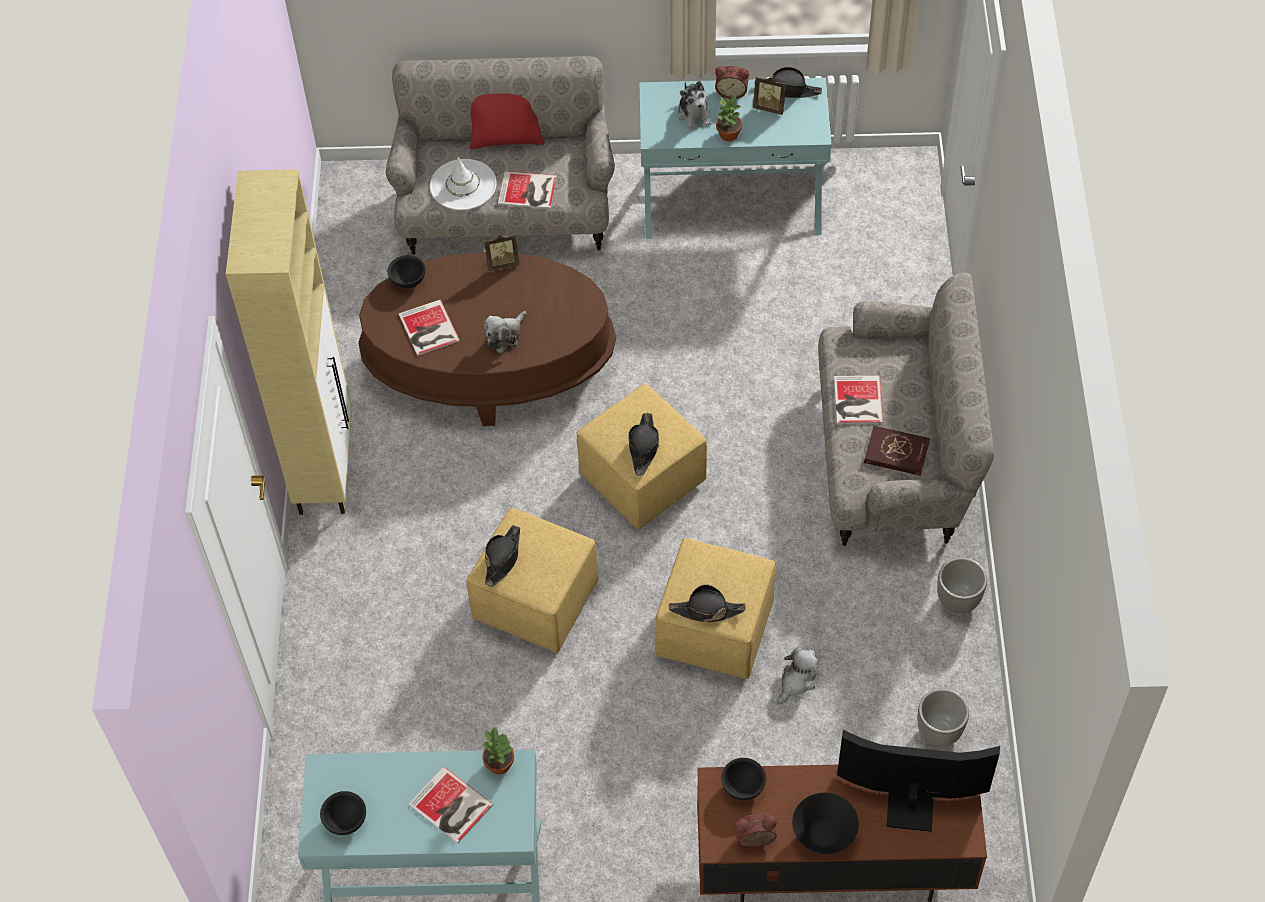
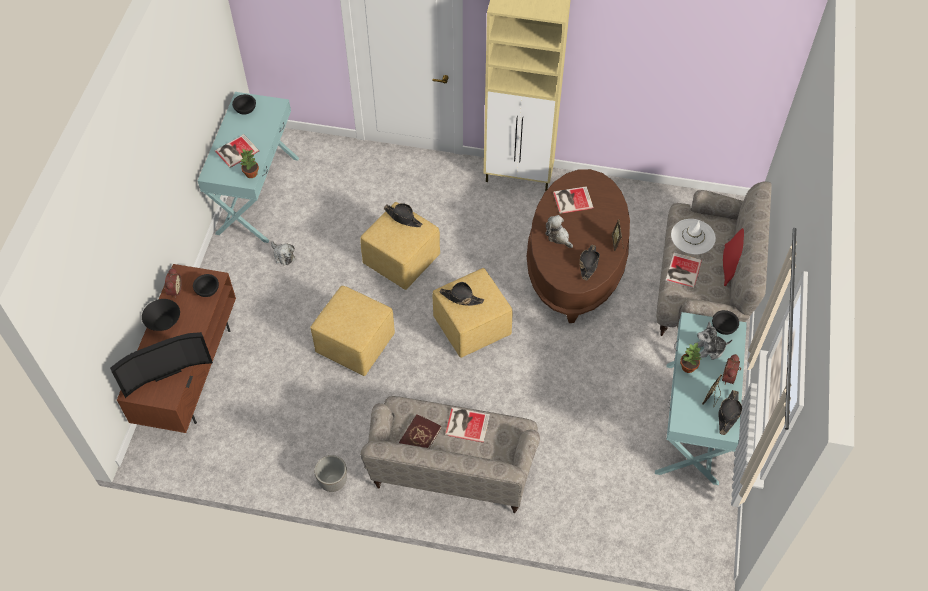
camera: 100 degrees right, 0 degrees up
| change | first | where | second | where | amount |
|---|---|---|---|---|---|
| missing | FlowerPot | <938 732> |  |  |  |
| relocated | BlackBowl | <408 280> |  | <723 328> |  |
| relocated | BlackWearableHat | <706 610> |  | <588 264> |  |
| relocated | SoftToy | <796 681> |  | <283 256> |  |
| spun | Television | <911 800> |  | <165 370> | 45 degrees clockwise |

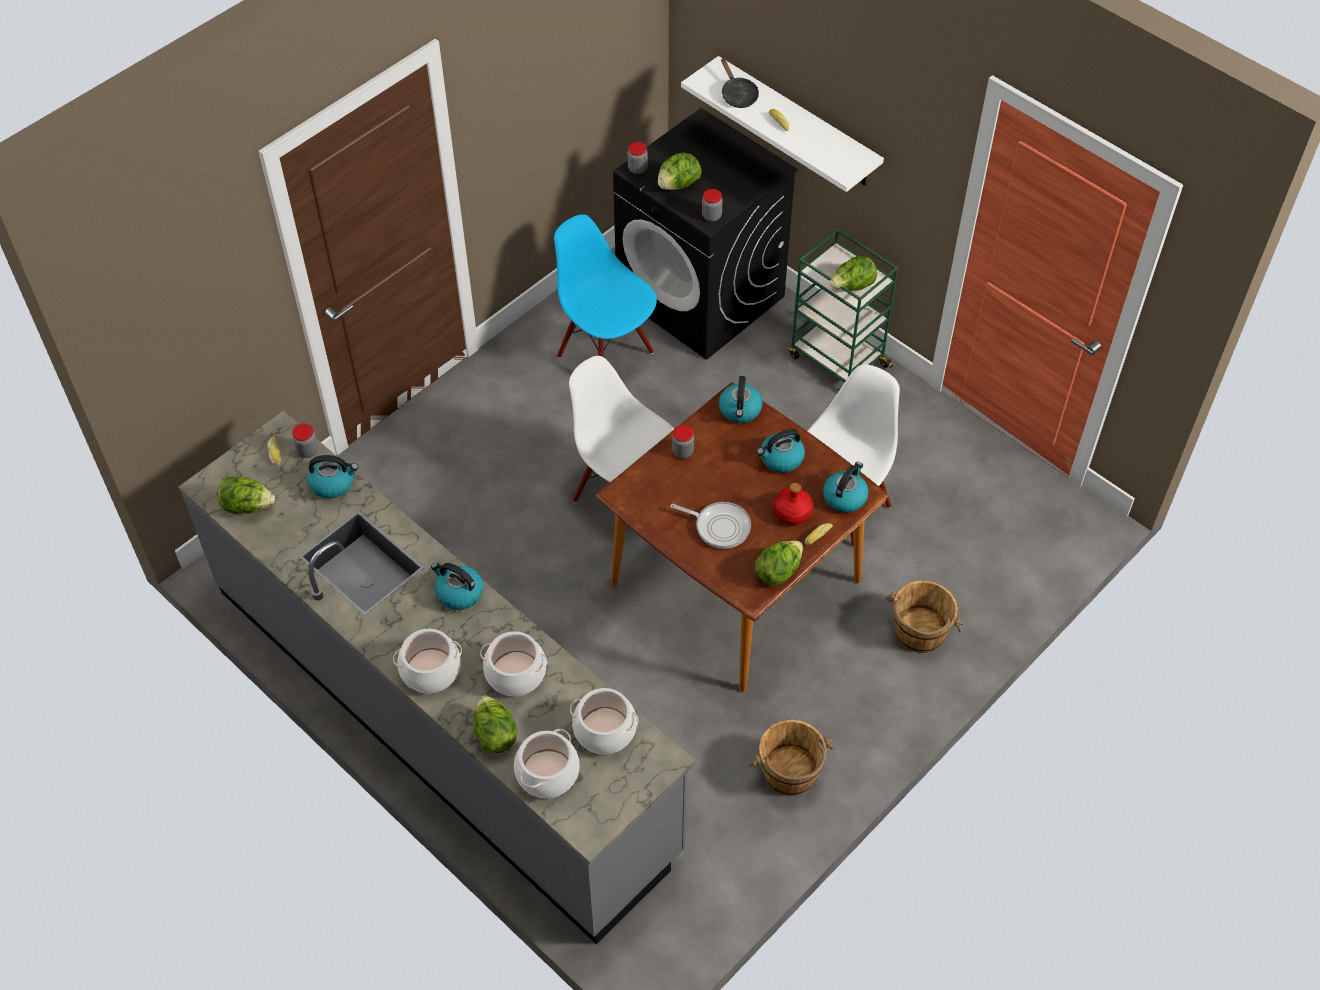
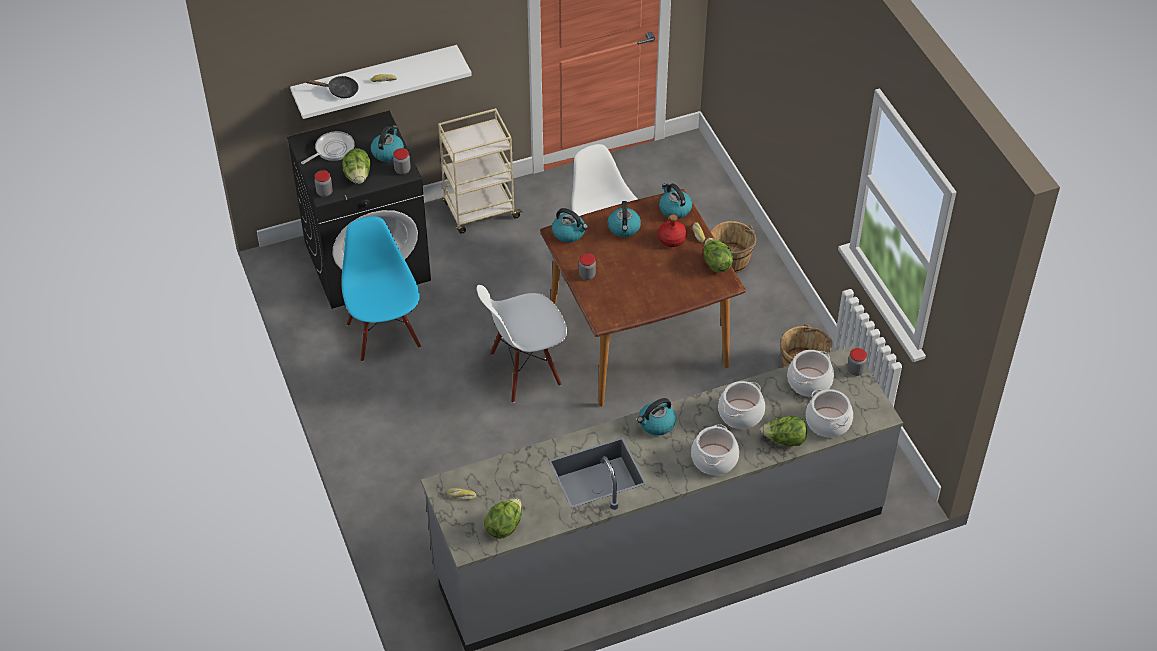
camera: 65 degrees left, 5 degrees down
| change | first | where | second | where | amount |
|---|---|---|---|---|---|
| missing | HeadOfLettuce | <852 286> |  |  |  |
| relocated | StorageJar | <308 451> |  | <855 370> |  |
| relocated | Kettle | <333 483> |  | <388 152> |  |
| relocated | Skillet | <719 526> |  | <332 150> |  |
| colour | GreenCart | <837 360> | BeigeColouredCart | <480 211> |  |
| spun | BlueUprightChair | <606 353> |  | <384 335> | 90 degrees clockwise |

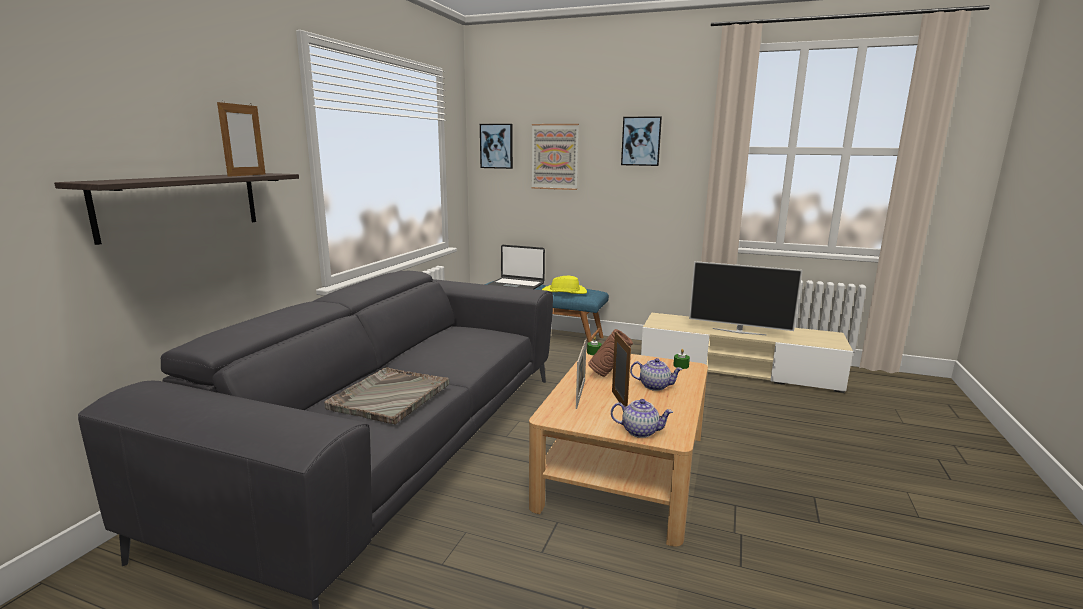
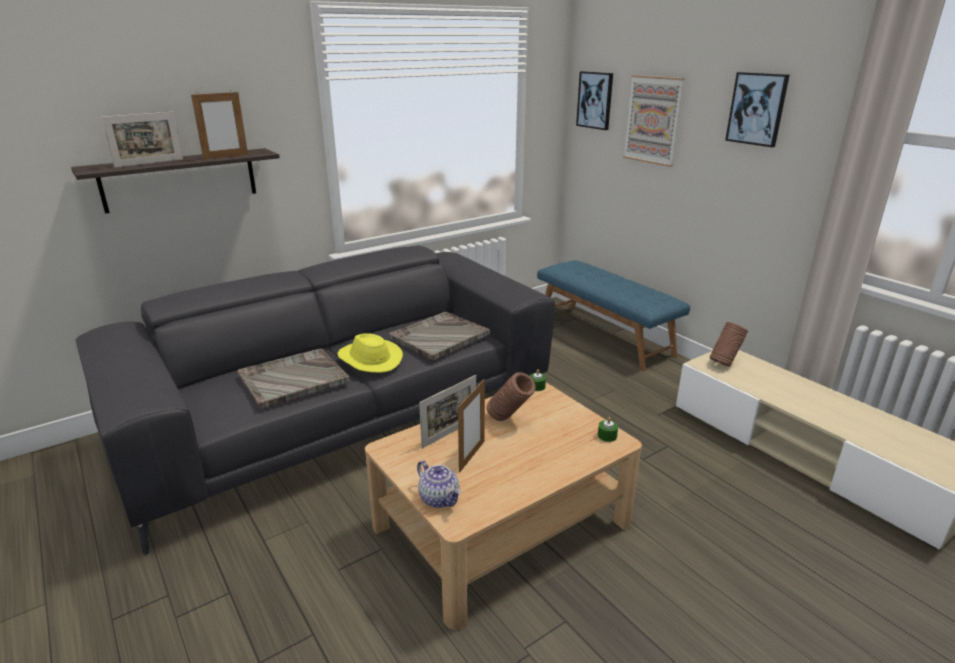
camera: 35 degrees right, 10 degrees up
| change | first | where | second | where | amount |
|---|---|---|---|---|---|
| missing | PortableComputer | <516 285> |  |  |  |
| missing | Teapot | <655 386> |  |  |  |
| missing | Television | <739 331> |  |  |  |
| appeared |  |  | PictureFrame | <149 163> |  |
| appeared |  |  | GreyCarryingTray | <439 337> |  |
| appeared |  |  | BrownColouredVase | <724 363> |  |
| relocated | YellowColouredWearableHat | <564 292> |  | <369 359> |  |

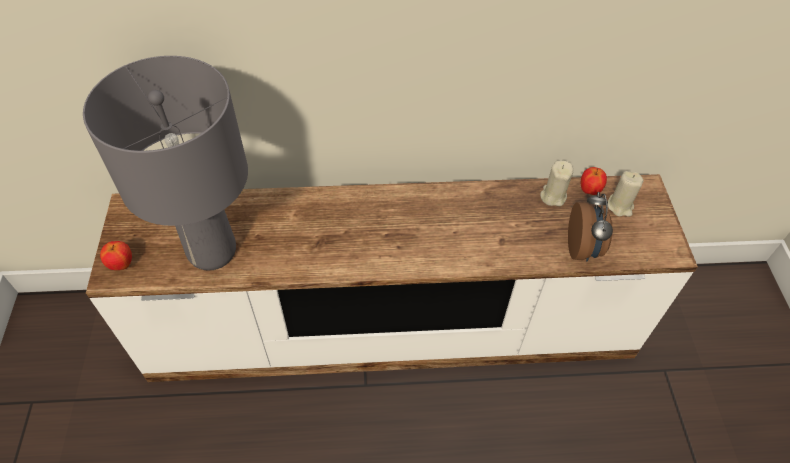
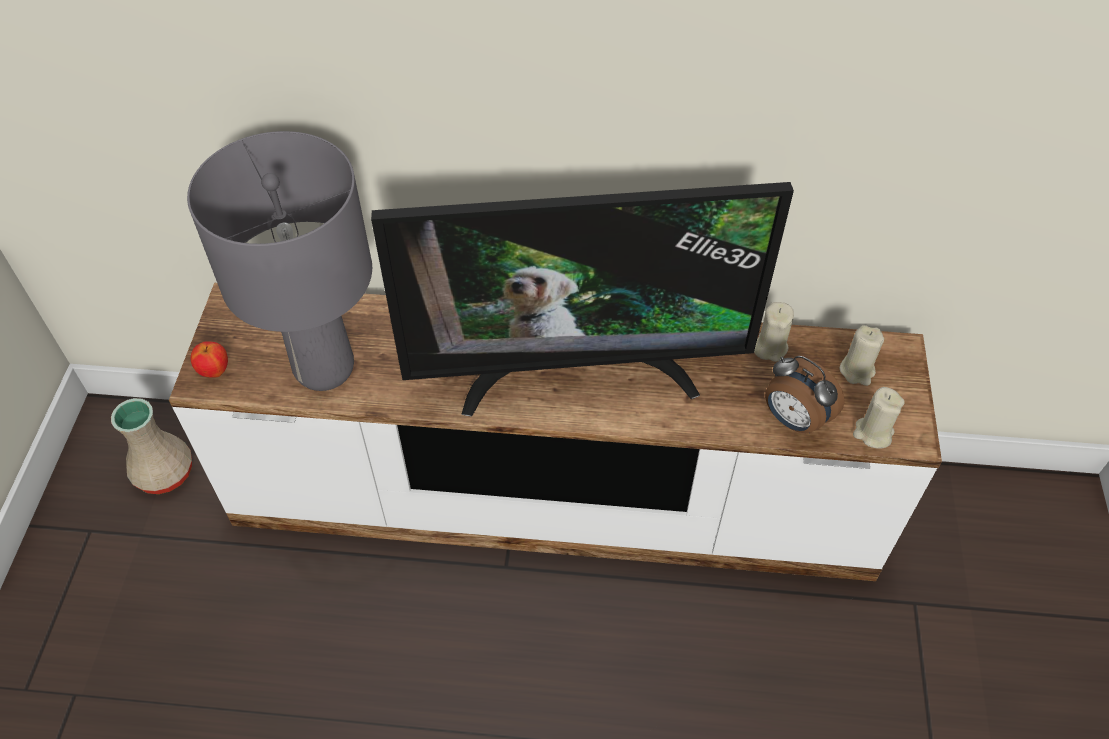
camera: 10 degrees right, 0 degrees up
| change | first | where | second | where | amount |
|---|---|---|---|---|---|
| missing | WholeApple | <589 190> |  |  |  |
| appeared |  |  | BeigeColouredVase | <163 474> |  |
| appeared |  |  | Television | <577 371> |  |
| appeared |  |  | BeigeColouredWaxLight | <873 433> |  |
| spun | TableClock | <583 248> |  | <793 420> | 120 degrees clockwise |

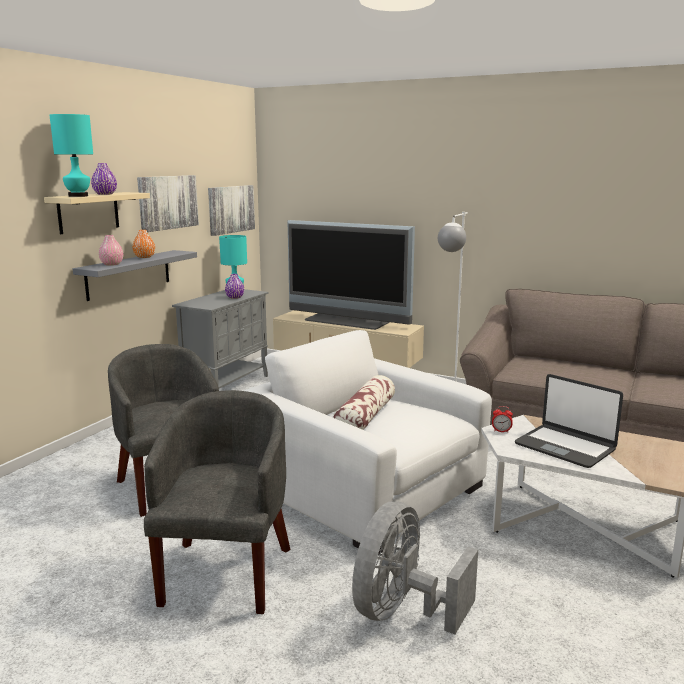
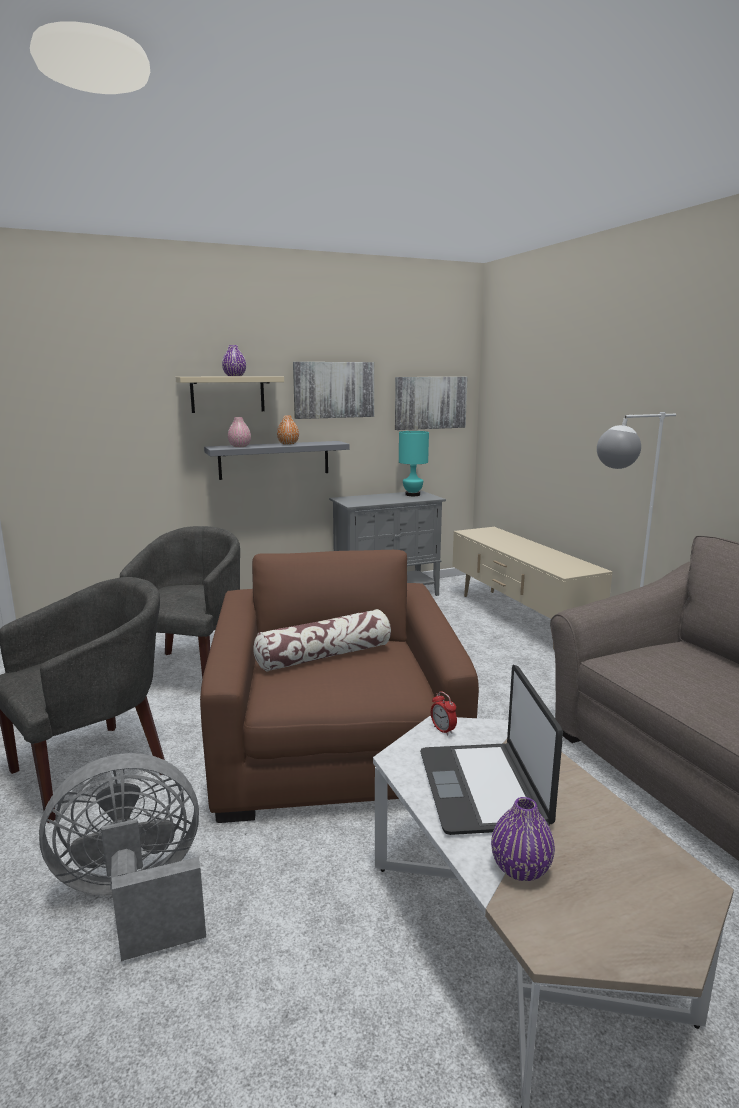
camera: 40 degrees right, 0 degrees up
| change | first | where | second | where | amount |
|---|---|---|---|---|---|
| missing | TurquoiseColouredTabletopLamp | <77 196> |  |  |  |
| missing | Television | <347 321> |  |  |  |
| relocated | PurplishVase | <235 297> |  | <520 868> |  |
| colour | WhiteArmchair | <365 486> | BrownColouredArmchair | <336 743> |  |

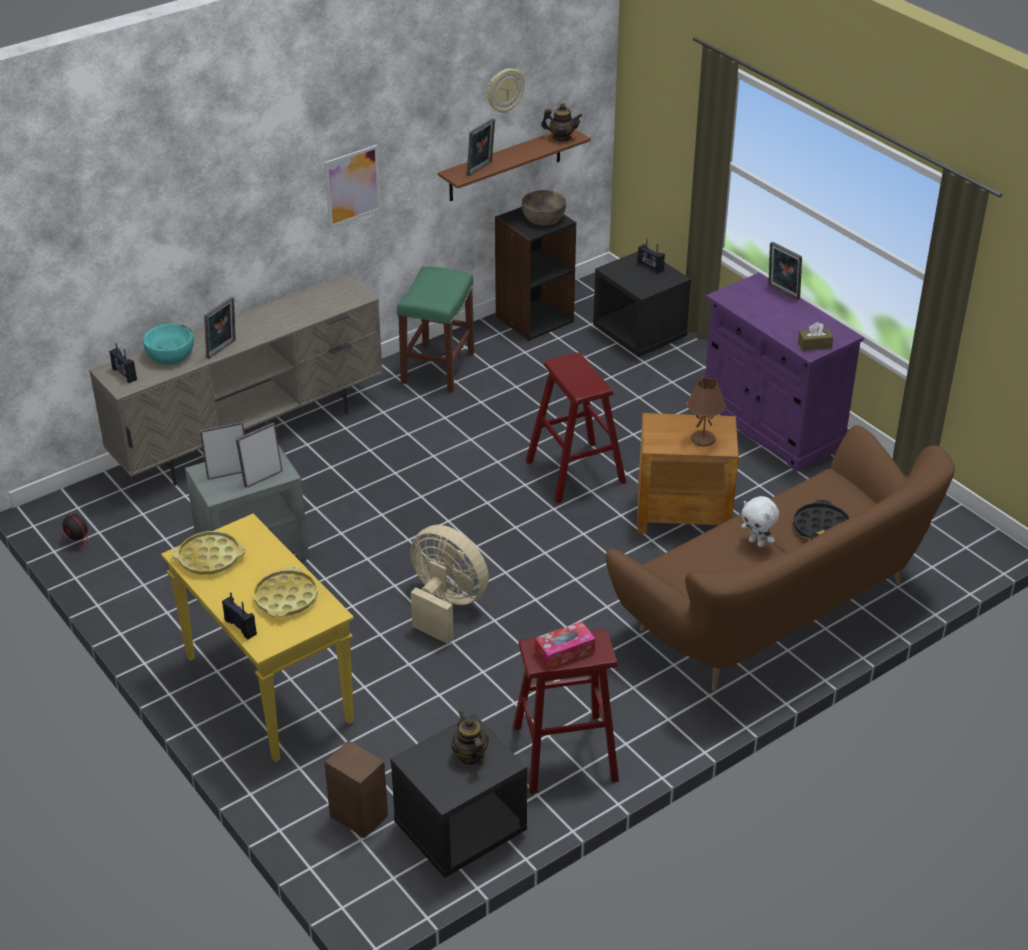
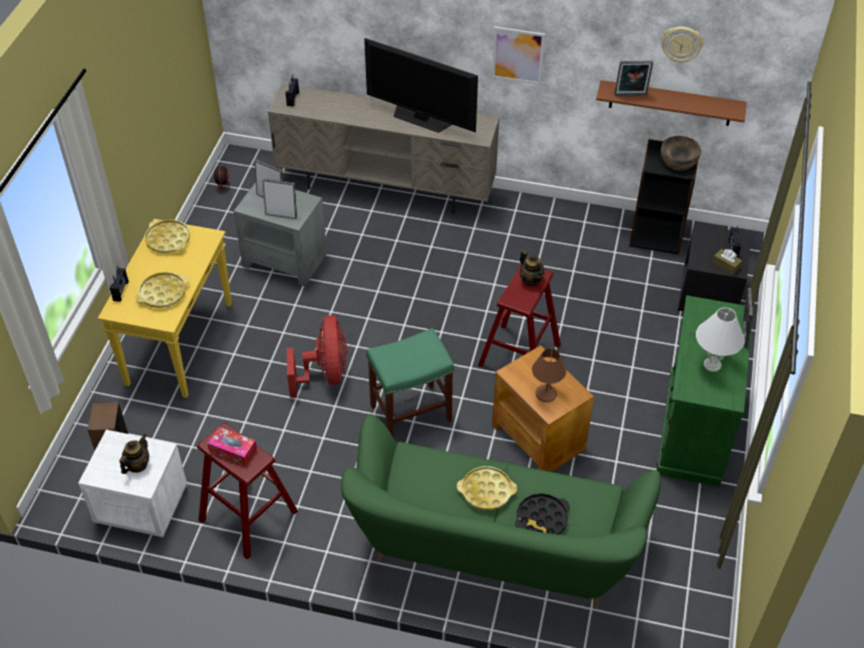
camera: 50 degrees right, 10 degrees up
| change | first | where | second | where | amount |
|---|---|---|---|---|---|
| missing | TurquoiseColouredBowl | <170 354> |  |  |  |
| missing | PictureFrame | <223 350> |  |  |  |
| appeared |  |  | Television | <421 118> |  |
| appeared |  |  | WhiteTabletopLamp | <712 365> |  |
| relocated | GreenStoolSeat | <437 367> |  | <411 412> |  |
| relocated | Teapot | <561 138> |  | <531 279> |  |
| relocated | BrownColouredTissueBox | <814 345> |  | <726 265> |  |
| exchanged | WhiteSoftToy | <757 543> | YellowColouredCarryingTray | <486 491> |  |
| colour | BlackNightTable | <460 830> | WhiteNightTable | <141 505> |  |
| colour | BeigeColouredCoolingFan | <446 605> | RedCoolingFan | <325 374> |  |
| colour | BrownColouredSofa | <778 609> | GreenSofa | <493 549> |  |
| colour | PurplishStorageCabinet | <771 424> | GreenStorageCabinet | <693 428> |  |

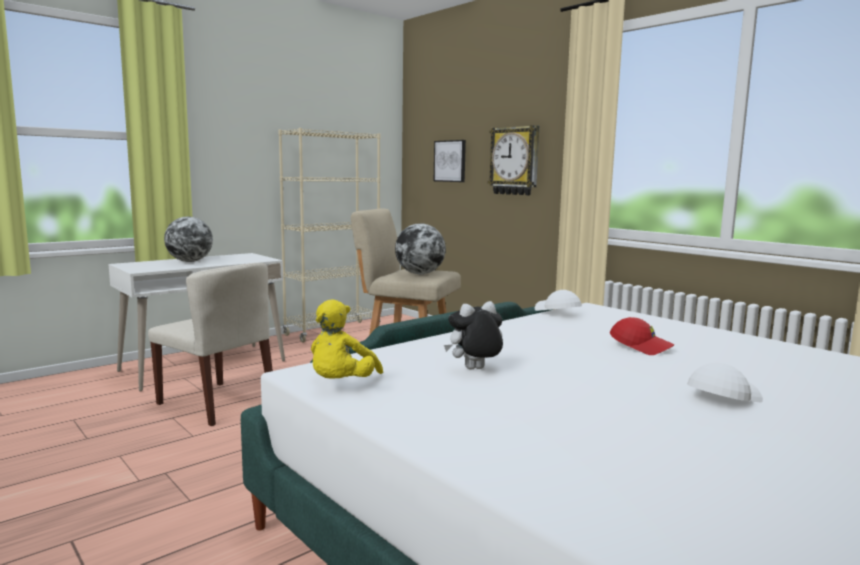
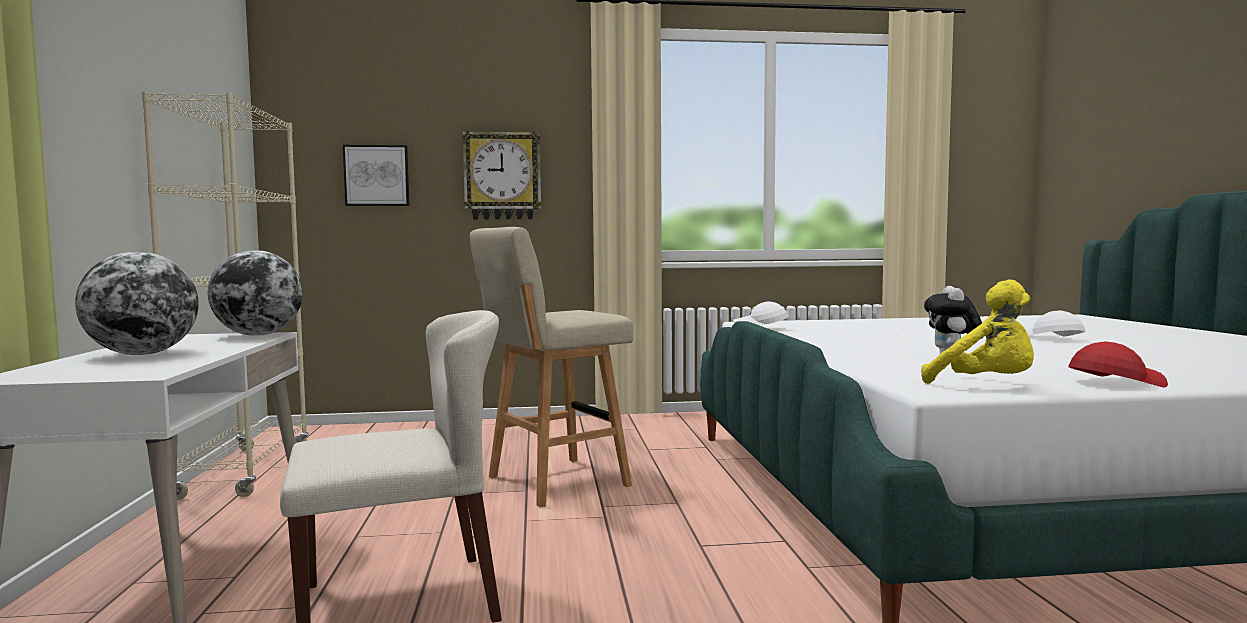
camera: 55 degrees left, 5 degrees down
| change | first | where | second | where | amount |
|---|---|---|---|---|---|
| relocated | Globe | <419 274> |  | <258 335> |  |
| relocated | RedPeakedCap | <641 347> |  | <1114 382> |  |

